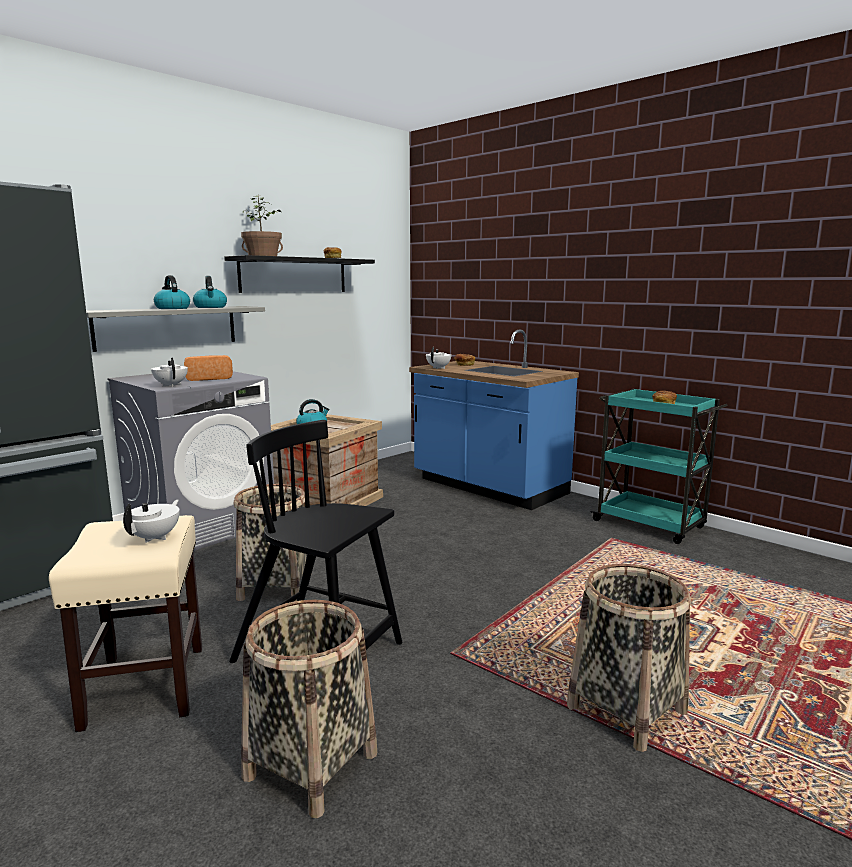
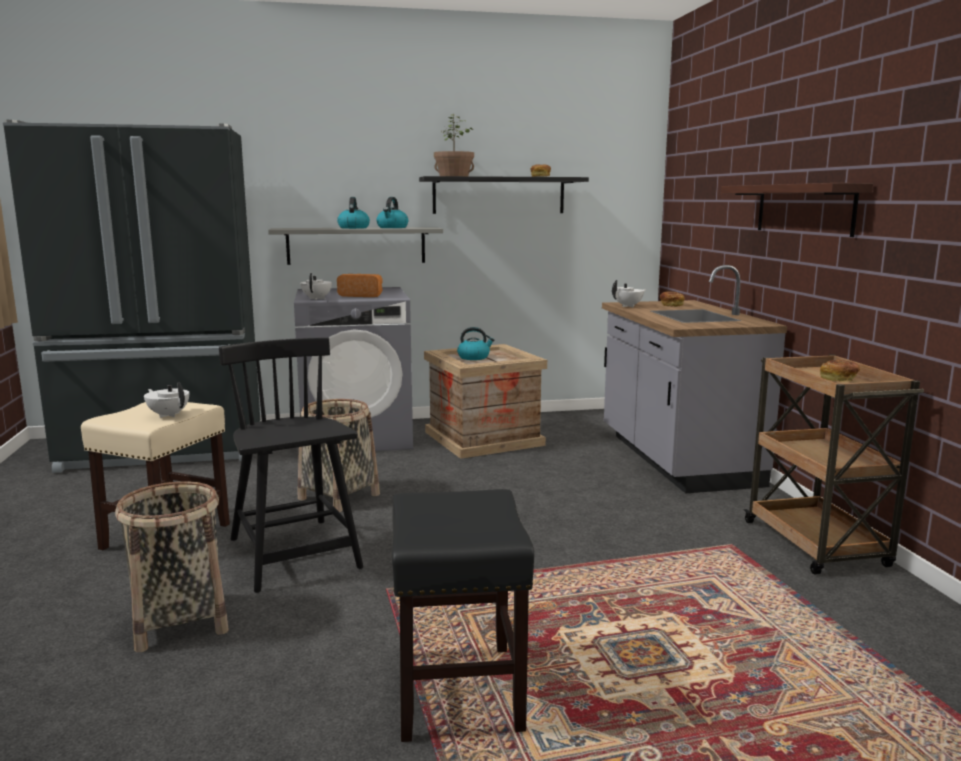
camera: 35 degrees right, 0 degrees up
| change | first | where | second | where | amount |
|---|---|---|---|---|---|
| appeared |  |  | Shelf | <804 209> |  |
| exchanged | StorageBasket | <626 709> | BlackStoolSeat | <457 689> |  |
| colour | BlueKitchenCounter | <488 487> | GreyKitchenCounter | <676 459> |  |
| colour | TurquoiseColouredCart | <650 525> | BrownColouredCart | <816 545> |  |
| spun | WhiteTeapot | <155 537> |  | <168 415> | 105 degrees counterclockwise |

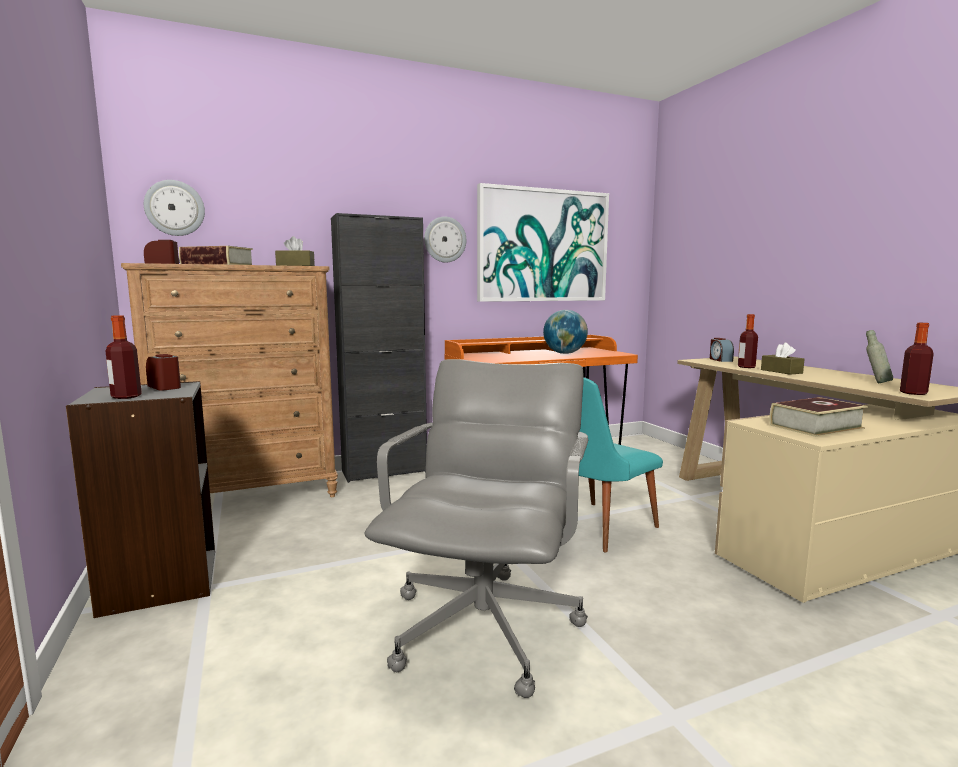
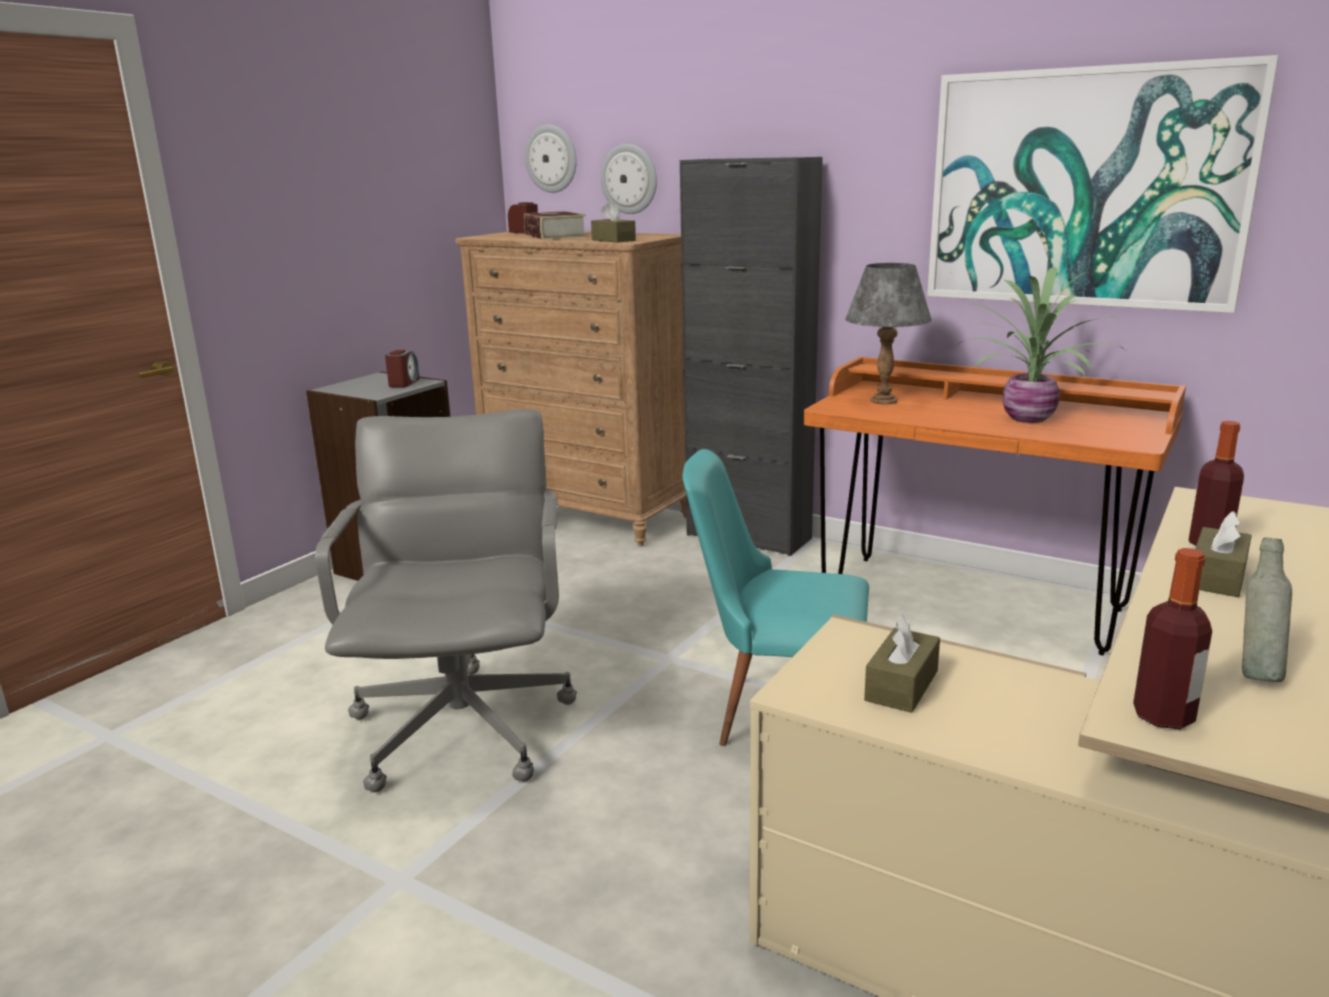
camera: 55 degrees right, 10 degrees up
| change | first | where | second | where | amount |
|---|---|---|---|---|---|
| missing | BeverageBottle | <126 396> |  |  |  |
| missing | TableClock | <720 360> |  |  |  |
| appeared |  |  | GreyTabletopLamp | <883 401> |  |
| relocated | ClockOnTheWall | <445 239> |  | <629 179> |  |
| exchanged | Globe | <565 353> | PlantInAPot | <1031 419> |  |
| exchanged | Volume | <816 427> | BrownColouredTissueBox | <901 685> |  |
| spun | GreyDeskChair | <486 627> |  | <465 727> | 75 degrees counterclockwise |

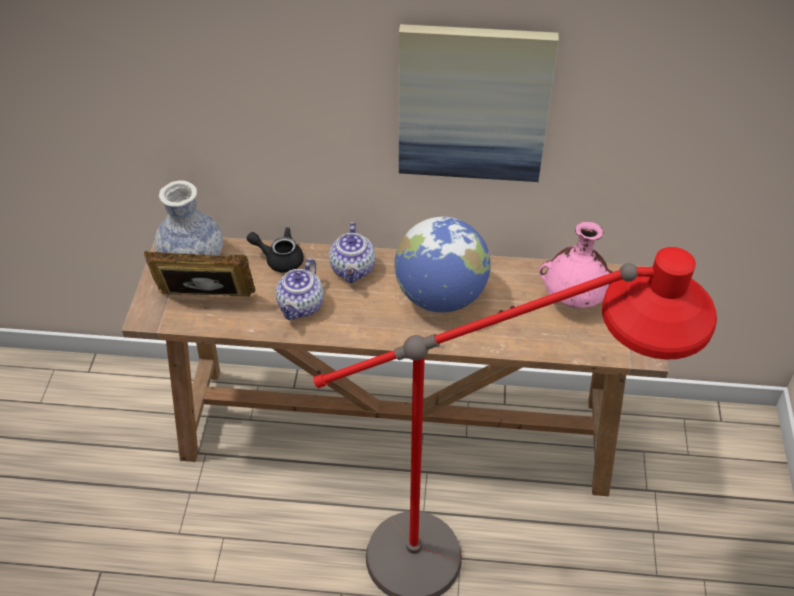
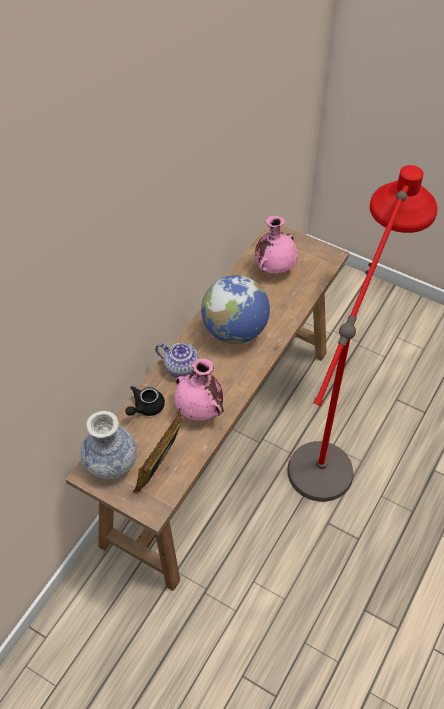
camera: 65 degrees left, 5 degrees up
| change | first | where | second | where | amount |
|---|---|---|---|---|---|
| missing | WallArt | <473 103> |  |  |  |
| exchanged | Teapot | <301 307> | PinkColouredVase | <200 410> |  |

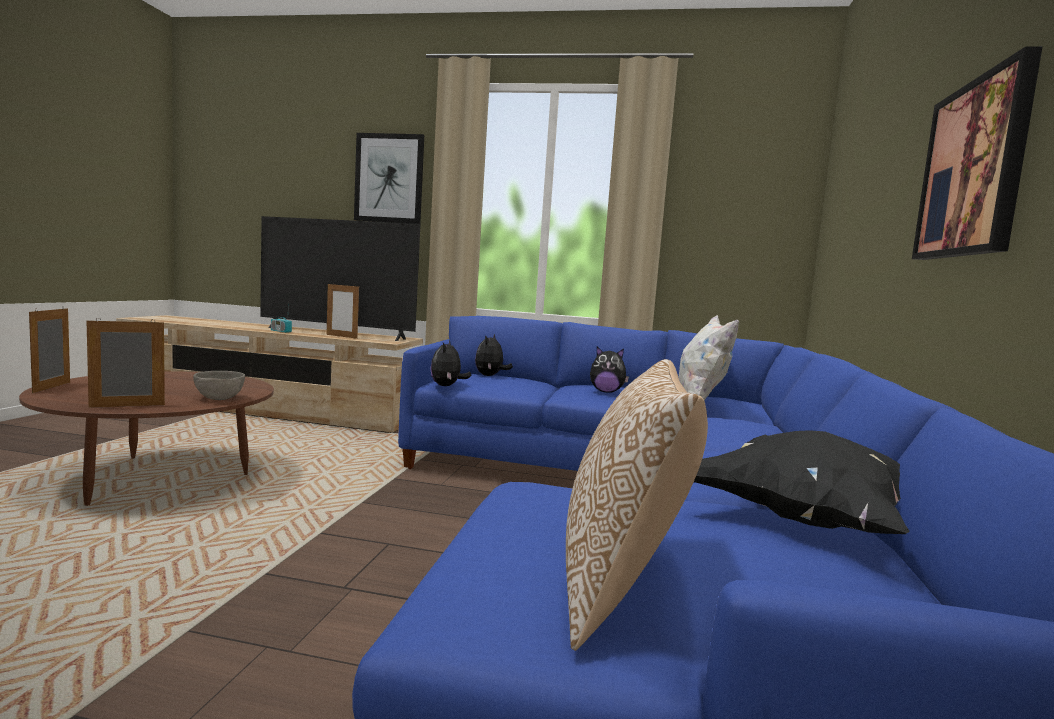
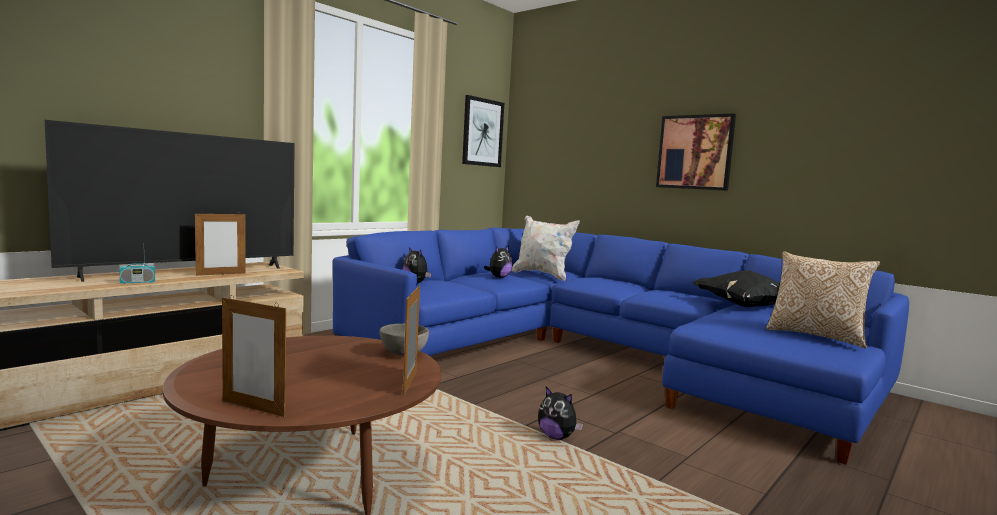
camera: 60 degrees left, 0 degrees up
| change | first | where | second | where | amount |
|---|---|---|---|---|---|
| relocated | WallArt | <389 178> |  | <482 132> |  |
| relocated | SoftToy | <447 386> |  | <557 437> |  |

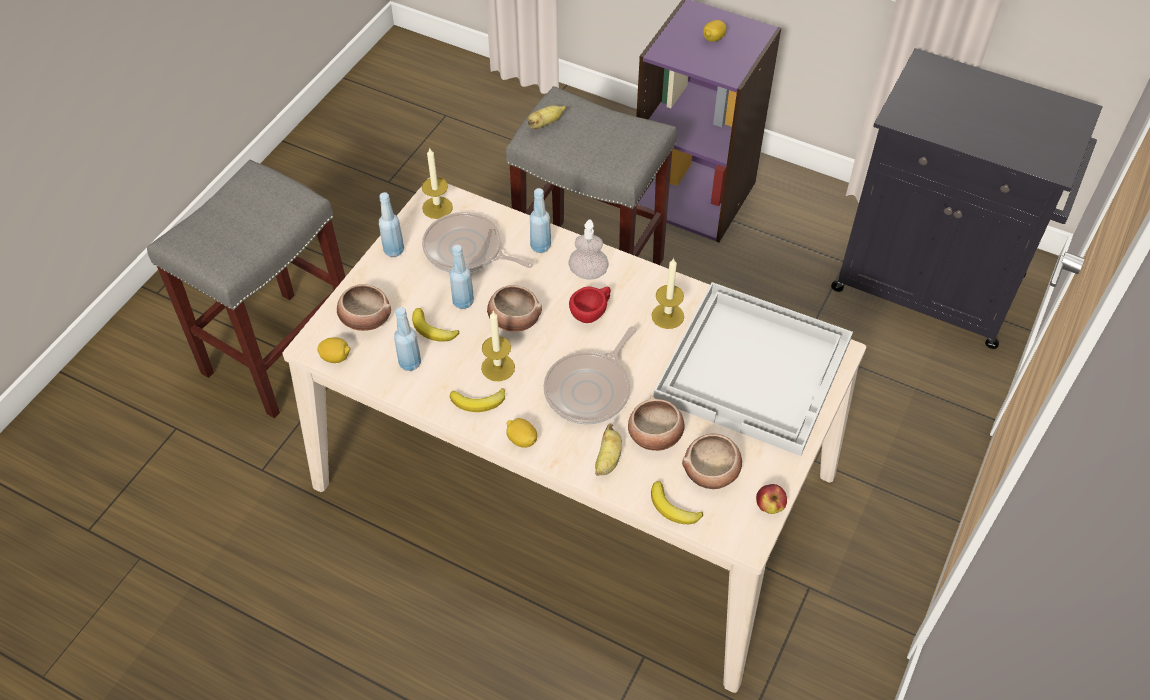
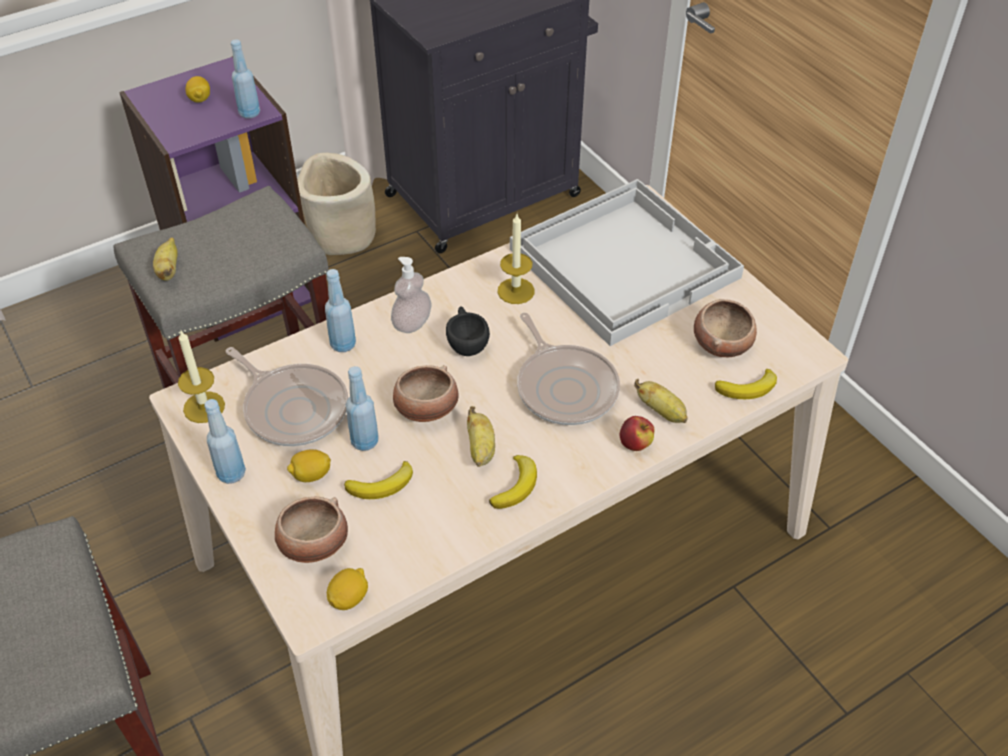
camera: 60 degrees left, 5 degrees down
| change | first | where | second | where | amount |
|---|---|---|---|---|---|
| missing | Bowl | <655 436> |  |  |  |
| appeared |  |  | BeigeColouredFlowerPot | <341 235> |  |
| relocated | BlueBeverageBottle | <410 363> |  | <249 113> |  |
| relocated | WholeLemon | <522 440> |  | <311 475> |  |
| relocated | WholeApple | <769 506> |  | <635 444> |  |
| exchanged | WaxLight | <498 367> | Banana | <481 449> |  |
| colour | RedDrinkingCup | <592 312> | BlackDrinkingCup | <466 343> |  |
| spun | Skillet | <467 251> |  | <293 408> | 105 degrees counterclockwise |

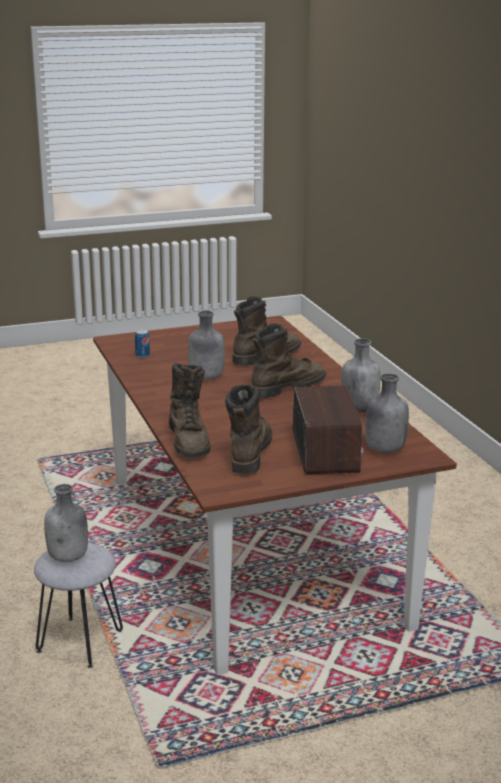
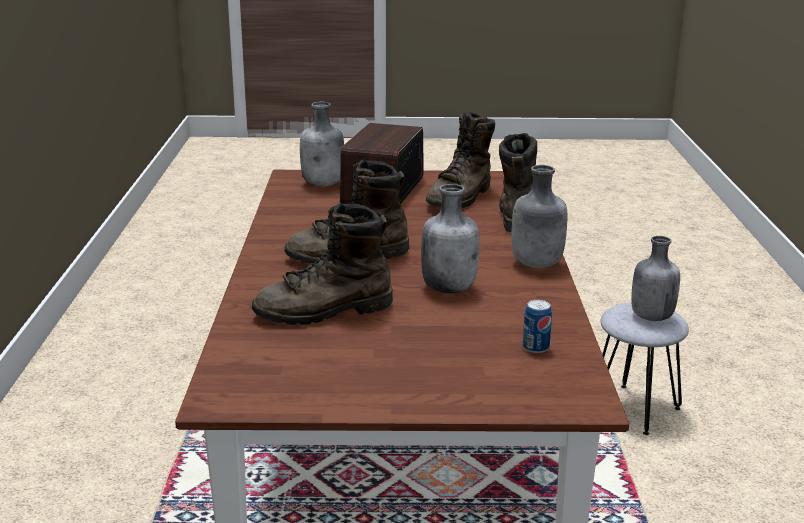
camera: 160 degrees left, 0 degrees up
| change | first | where | second | where | amount |
|---|---|---|---|---|---|
| relocated | GreyBeverageBottle | <359 409> |  | <536 265> |  |

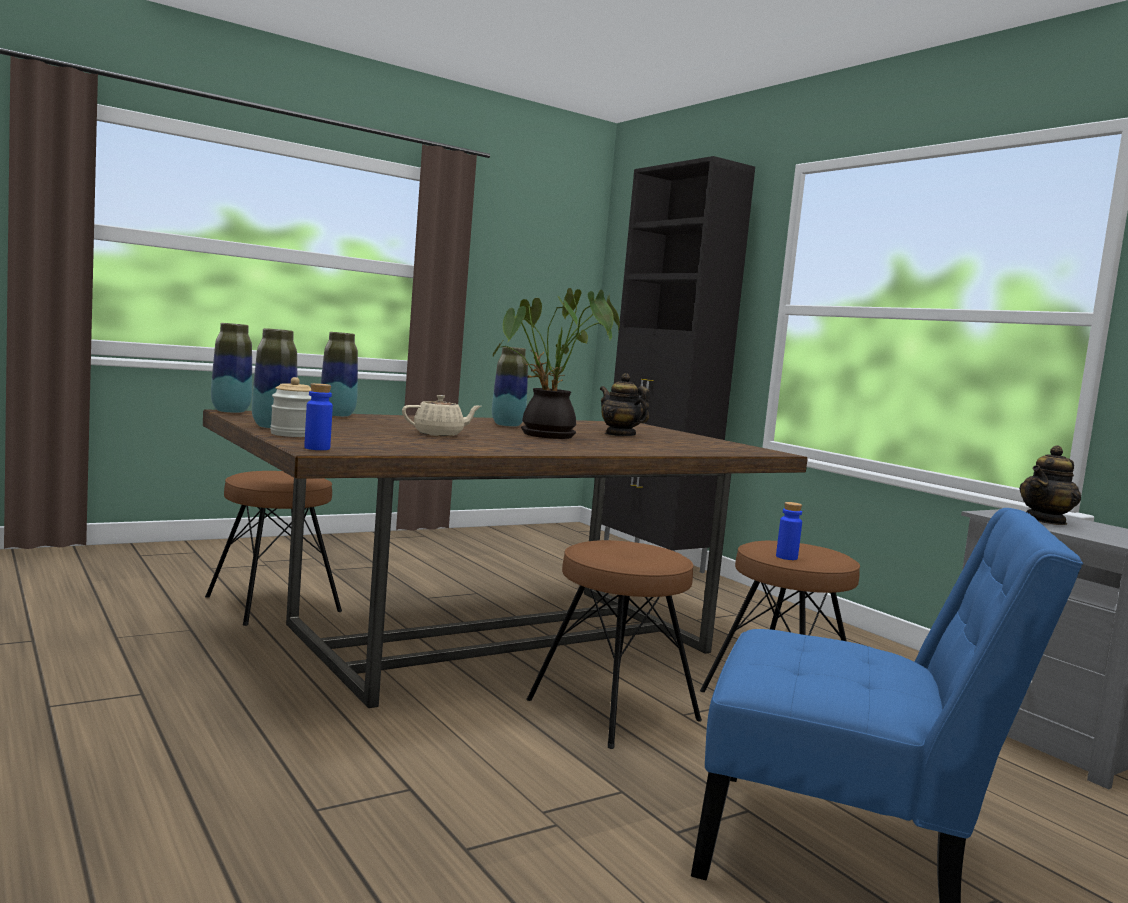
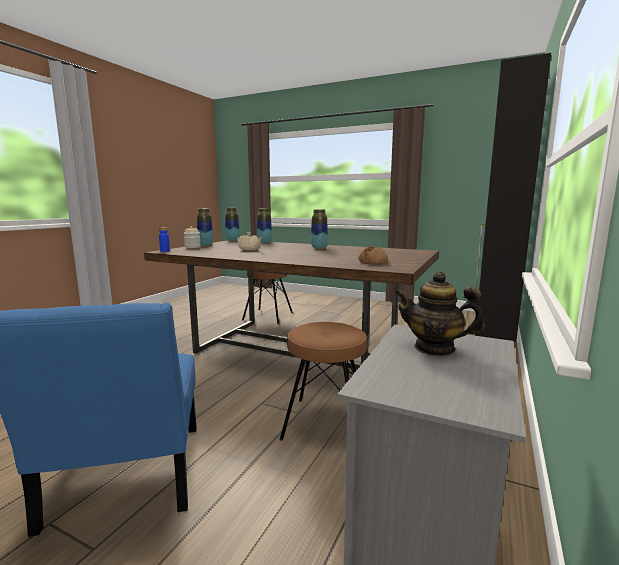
camera: 60 degrees right, 5 degrees up
| change | first | where | second | where | amount |
|---|---|---|---|---|---|
| missing | PlantInAPot | <546 436> |  |  |  |
| missing | BrownColouredStoolSeat | <613 710> |  |  |  |
| missing | Teapot | <620 435> |  |  |  |
| missing | BlueBeverageBottle | <786 557> |  |  |  |
| appeared |  |  | BakedBread | <373 262> |  |

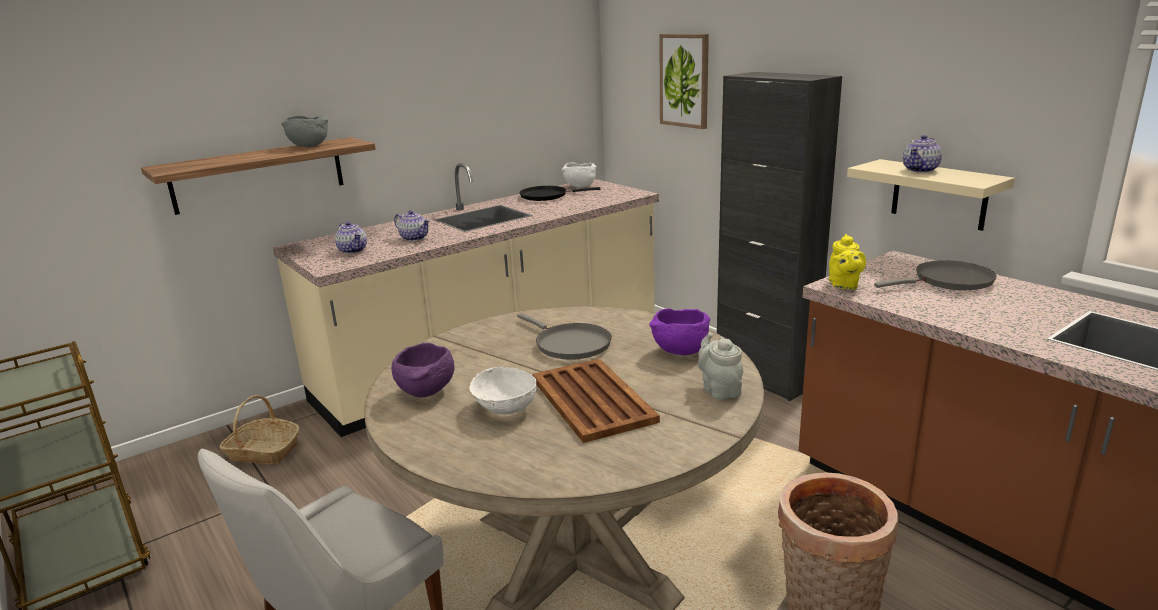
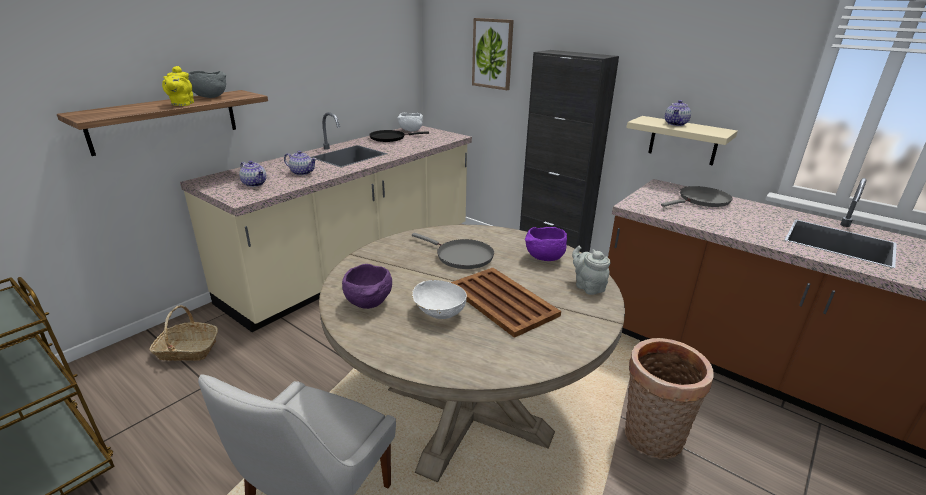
camera: 15 degrees left, 5 degrees up
| change | first | where | second | where | amount |
|---|---|---|---|---|---|
| relocated | YellowColouredTeapot | <843 285> |  | <182 104> |  |

